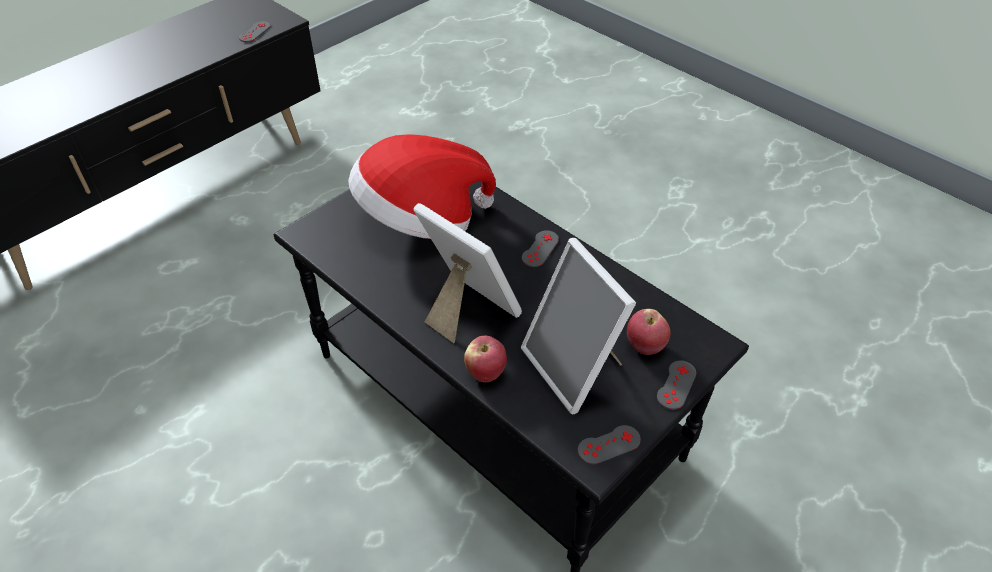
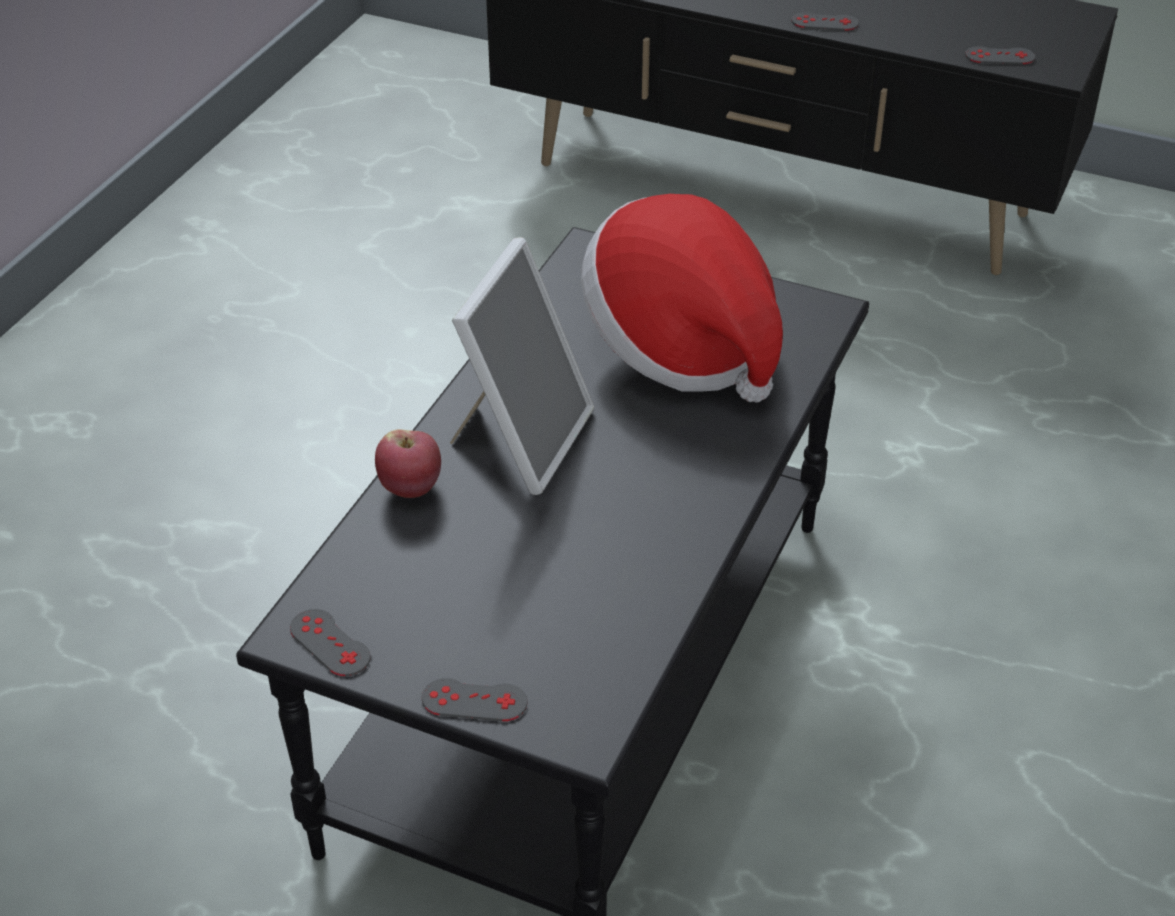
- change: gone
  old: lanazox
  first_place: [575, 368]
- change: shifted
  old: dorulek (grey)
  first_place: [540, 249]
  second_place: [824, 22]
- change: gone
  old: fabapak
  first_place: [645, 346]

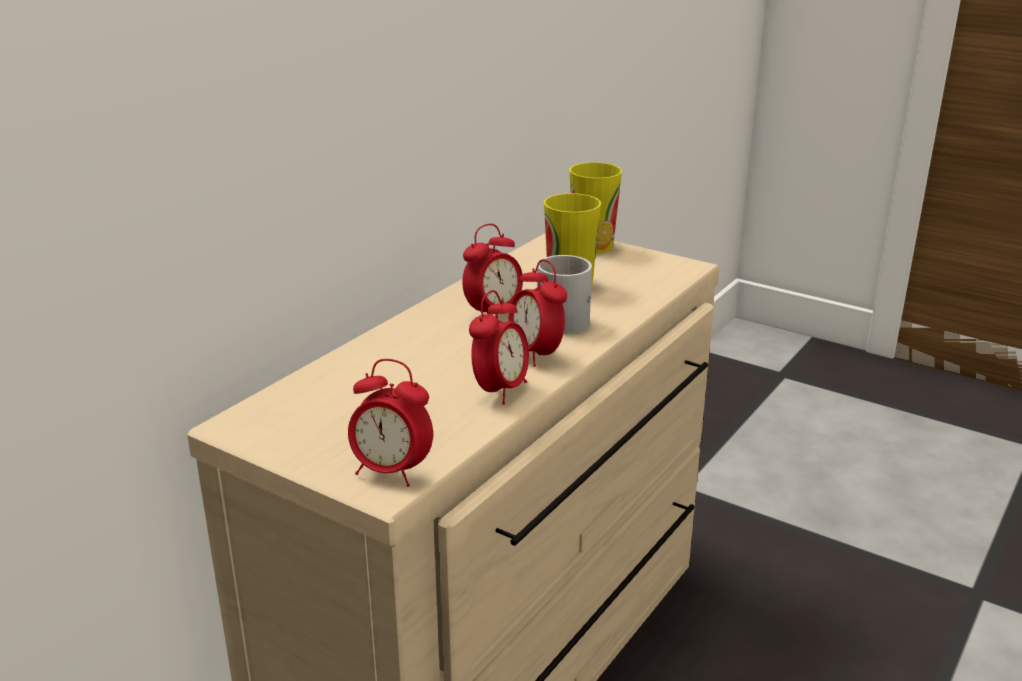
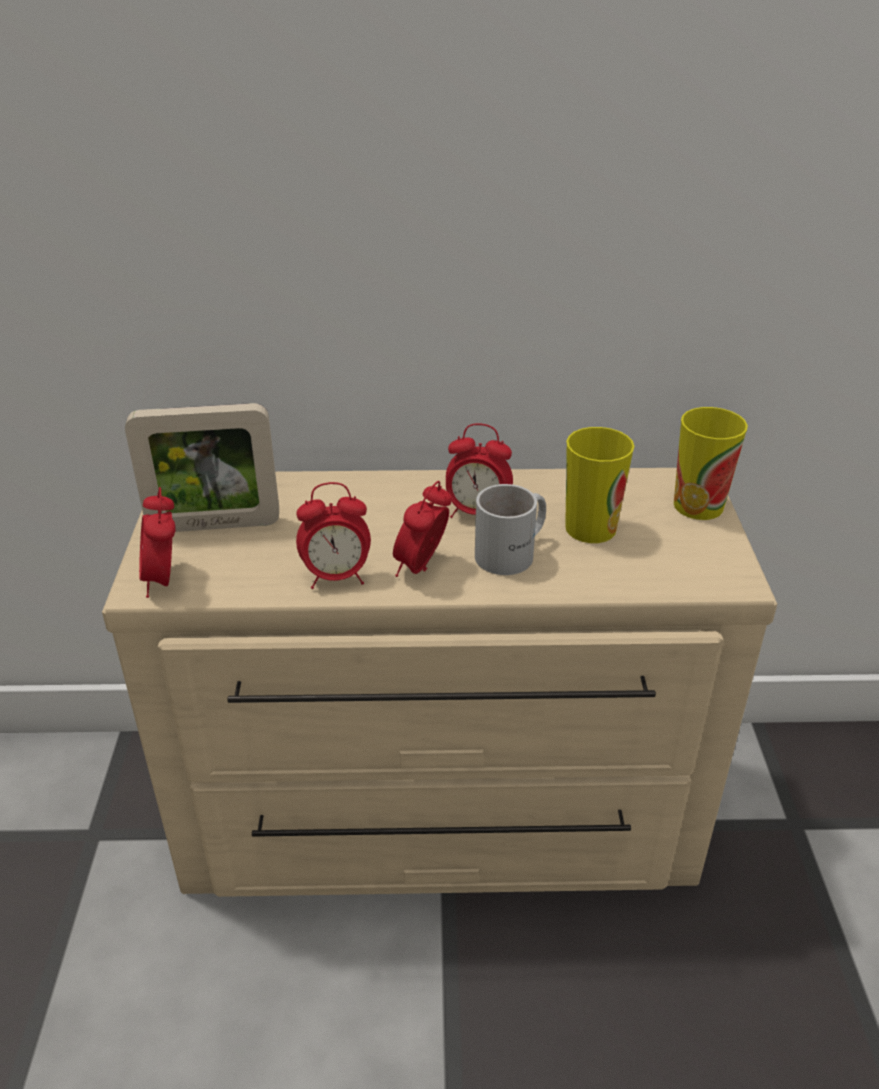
- change: new
  new: lanazox
  second_place: [214, 525]

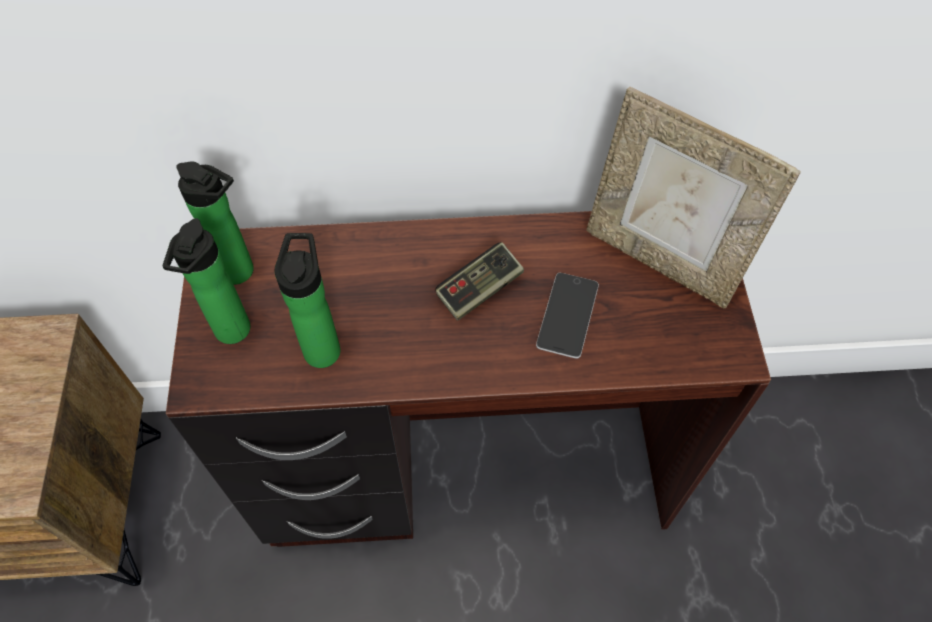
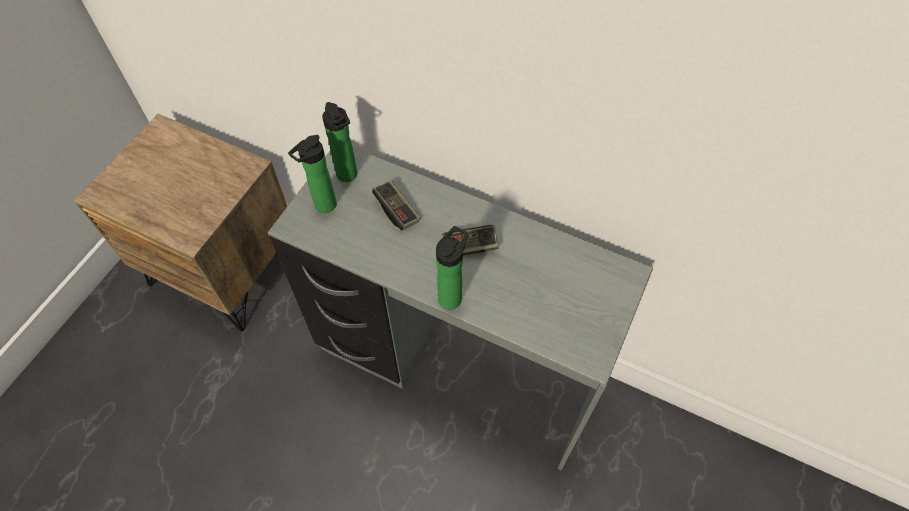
- change: repainted
  old: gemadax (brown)
  new: gemadax (grey)
  first_place: [467, 475]
  second_place: [456, 369]
- change: shifted
  old: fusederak
  first_place: [322, 346]
  second_place: [452, 296]
- change: gone
  old: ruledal
  first_place: [567, 315]
- change: gone
  old: lanazox
  first_place: [661, 260]
- change: new
  new: dorulek
  second_place: [397, 210]

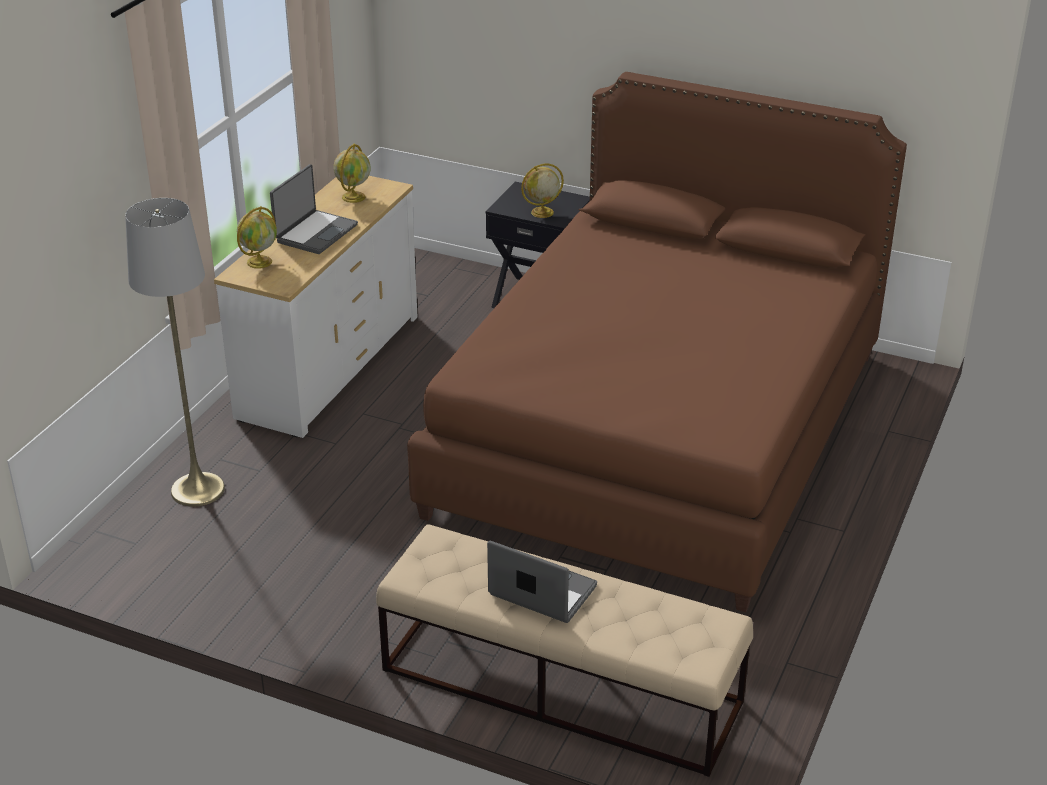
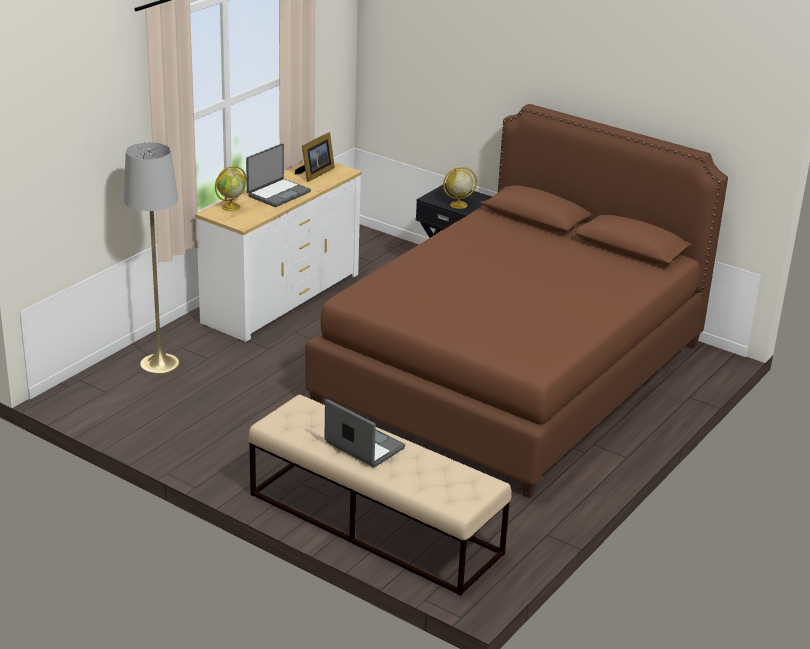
- change: swapped
  old: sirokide
  new: lanazox
  first_place: [353, 197]
  second_place: [315, 174]

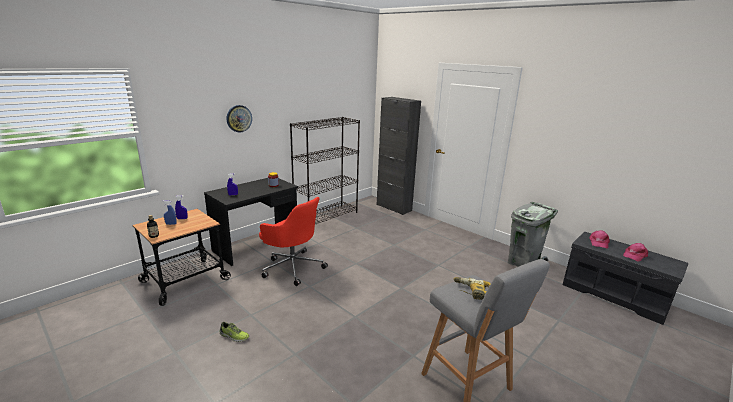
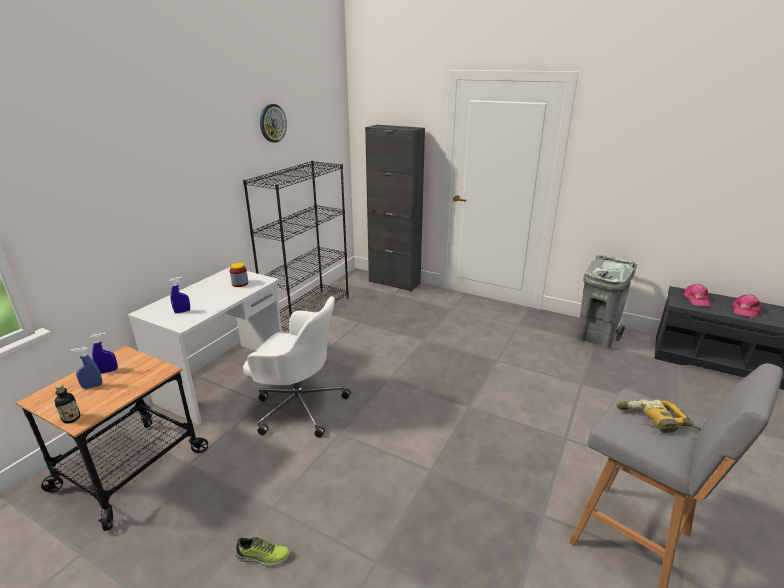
- change: repainted
  old: gemadax (black)
  new: gemadax (white)
  first_place: [256, 246]
  second_place: [224, 380]
- change: shifted
  old: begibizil
  first_place: [239, 118]
  second_place: [272, 123]
- change: repainted
  old: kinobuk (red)
  new: kinobuk (white)
  first_place: [292, 267]
  second_place: [298, 406]

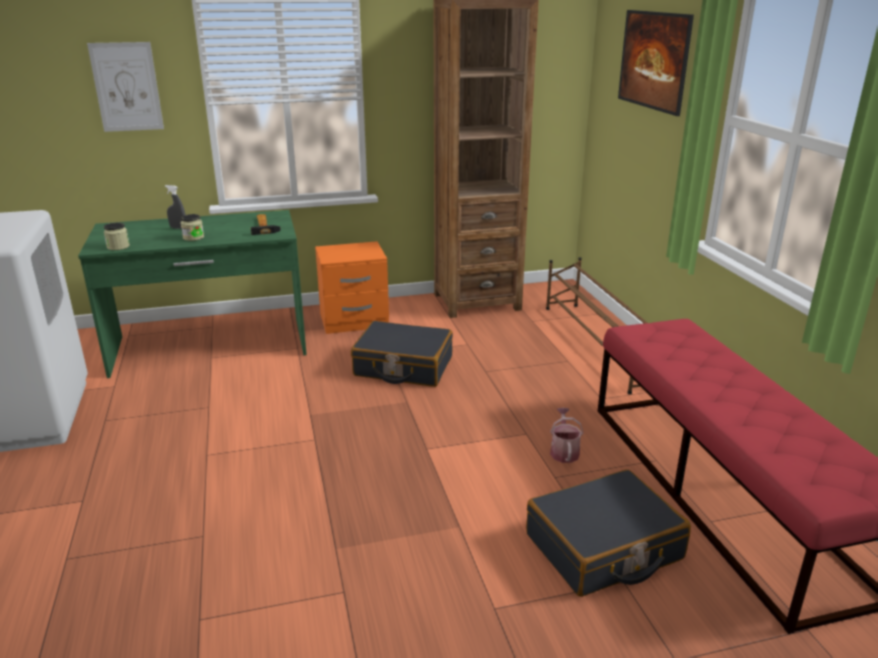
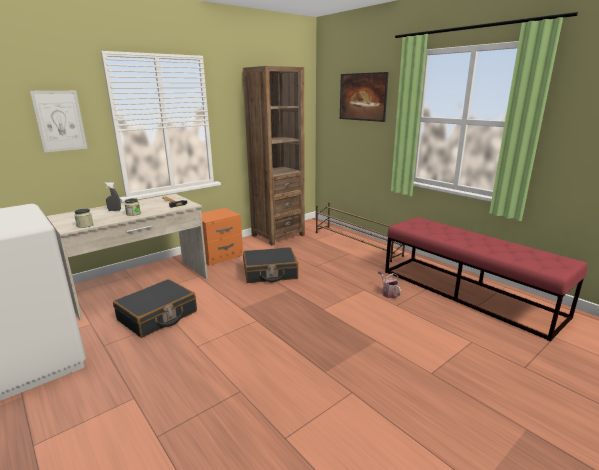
- change: repainted
  old: gemadax (green)
  new: gemadax (beige)
  first_place: [210, 346]
  second_place: [140, 287]
- change: shifted
  old: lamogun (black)
  first_place: [604, 548]
  second_place: [158, 316]

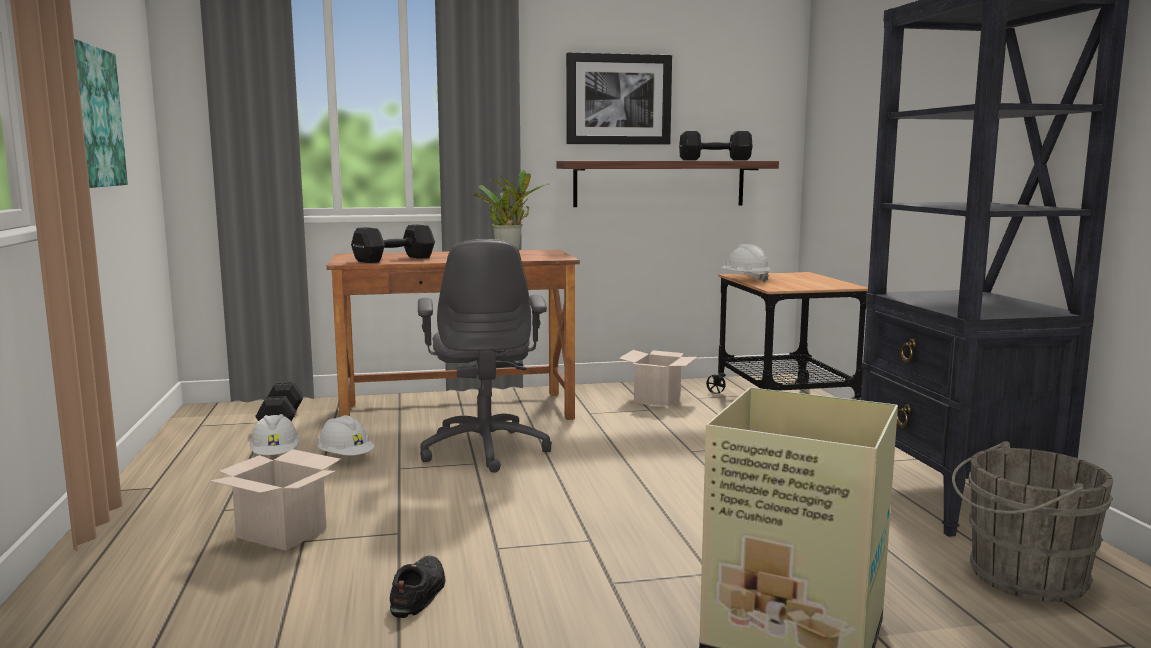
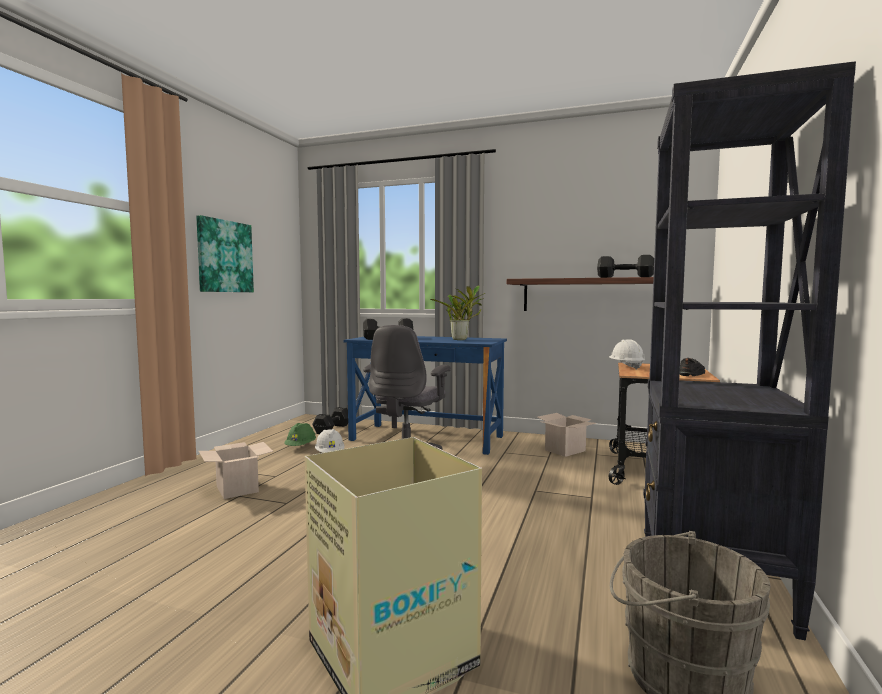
- change: repainted
  old: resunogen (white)
  new: resunogen (green)
  first_place: [275, 455]
  second_place: [301, 447]
- change: repainted
  old: gemadax (brown)
  new: gemadax (blue)
  first_place: [457, 411]
  second_place: [427, 438]
- change: shifted
  old: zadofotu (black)
  first_place: [418, 592]
  second_place: [691, 373]
- change: gone
  old: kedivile
  first_place: [618, 99]

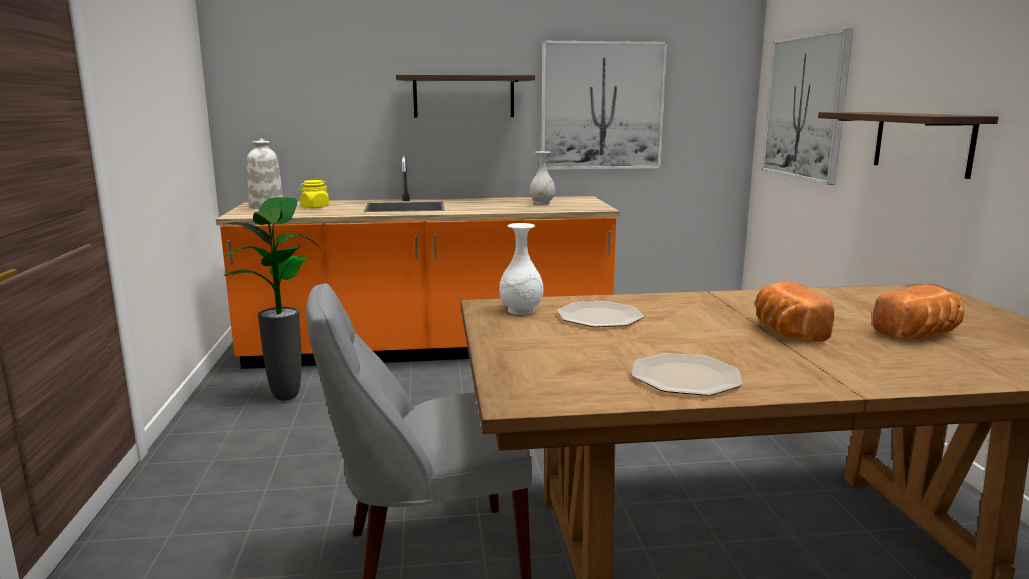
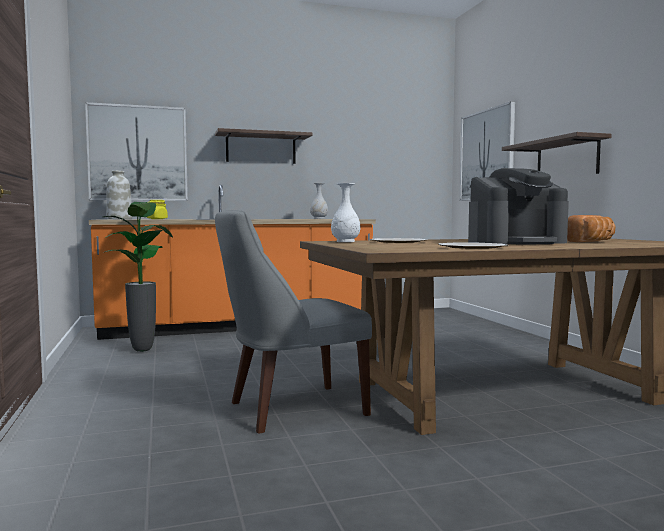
- change: shifted
  old: kedivile
  first_place: [602, 106]
  second_place: [138, 153]
- change: swapped
  old: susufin
  new: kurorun
  first_place: [786, 331]
  second_place: [516, 242]

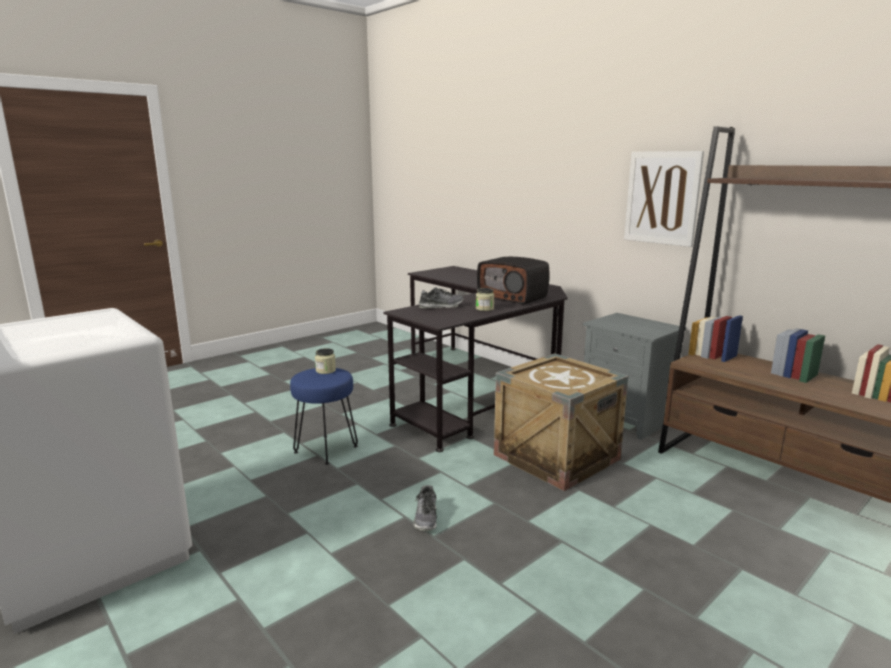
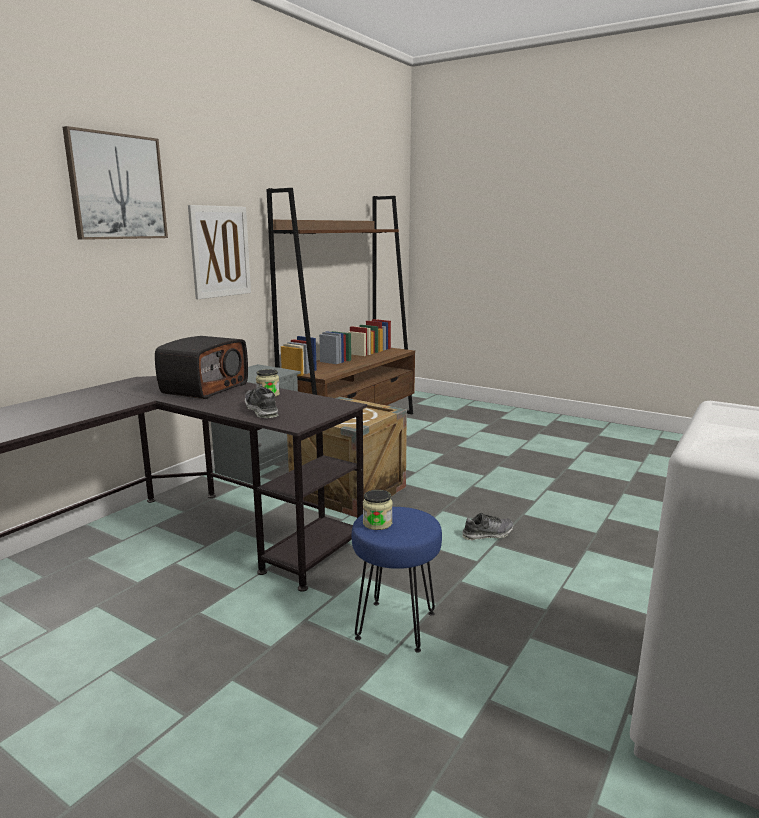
- change: new
  new: kedivile
  second_place: [117, 187]

